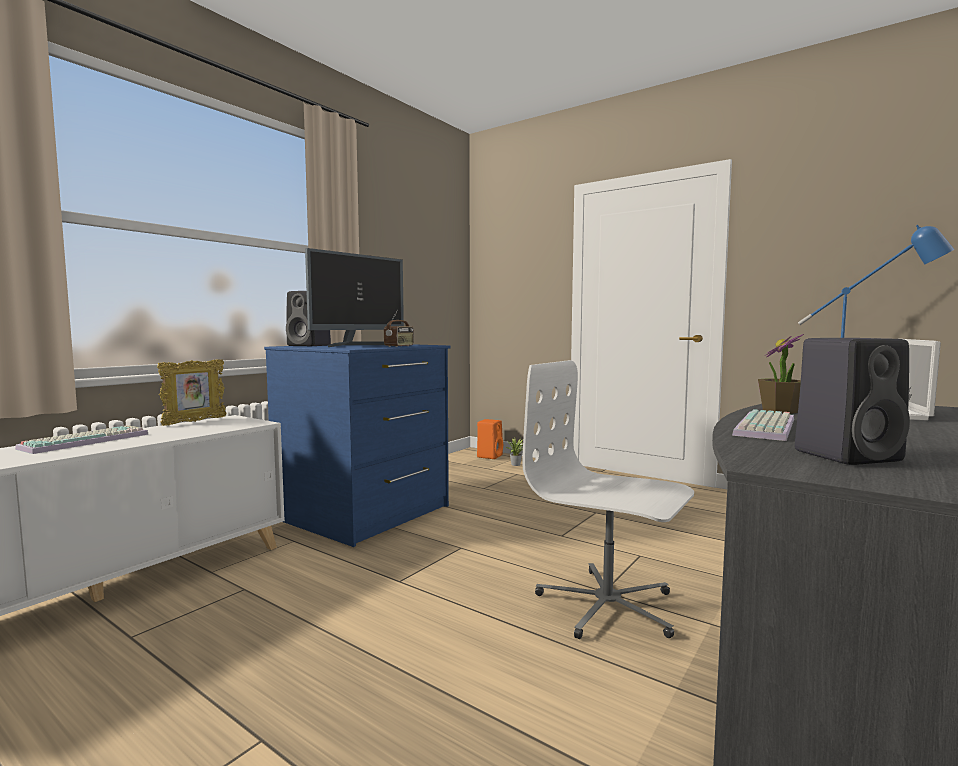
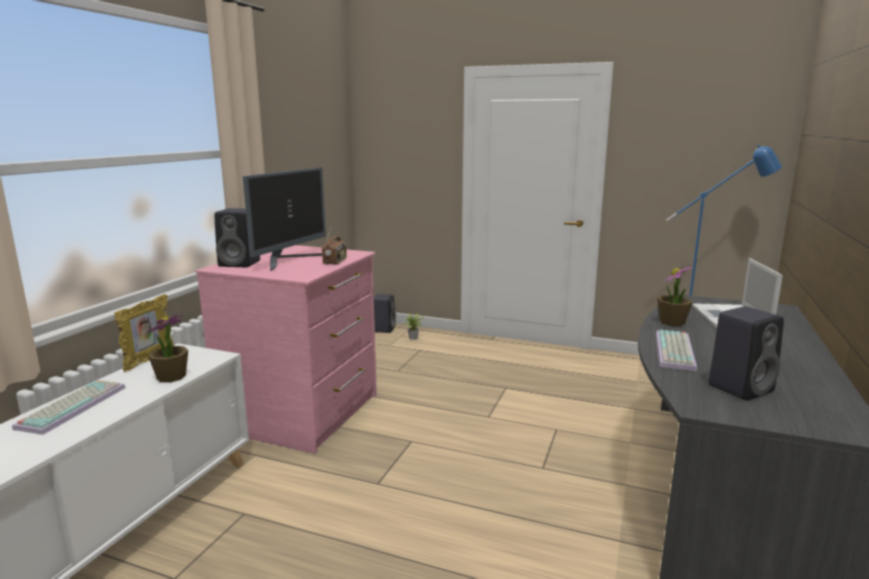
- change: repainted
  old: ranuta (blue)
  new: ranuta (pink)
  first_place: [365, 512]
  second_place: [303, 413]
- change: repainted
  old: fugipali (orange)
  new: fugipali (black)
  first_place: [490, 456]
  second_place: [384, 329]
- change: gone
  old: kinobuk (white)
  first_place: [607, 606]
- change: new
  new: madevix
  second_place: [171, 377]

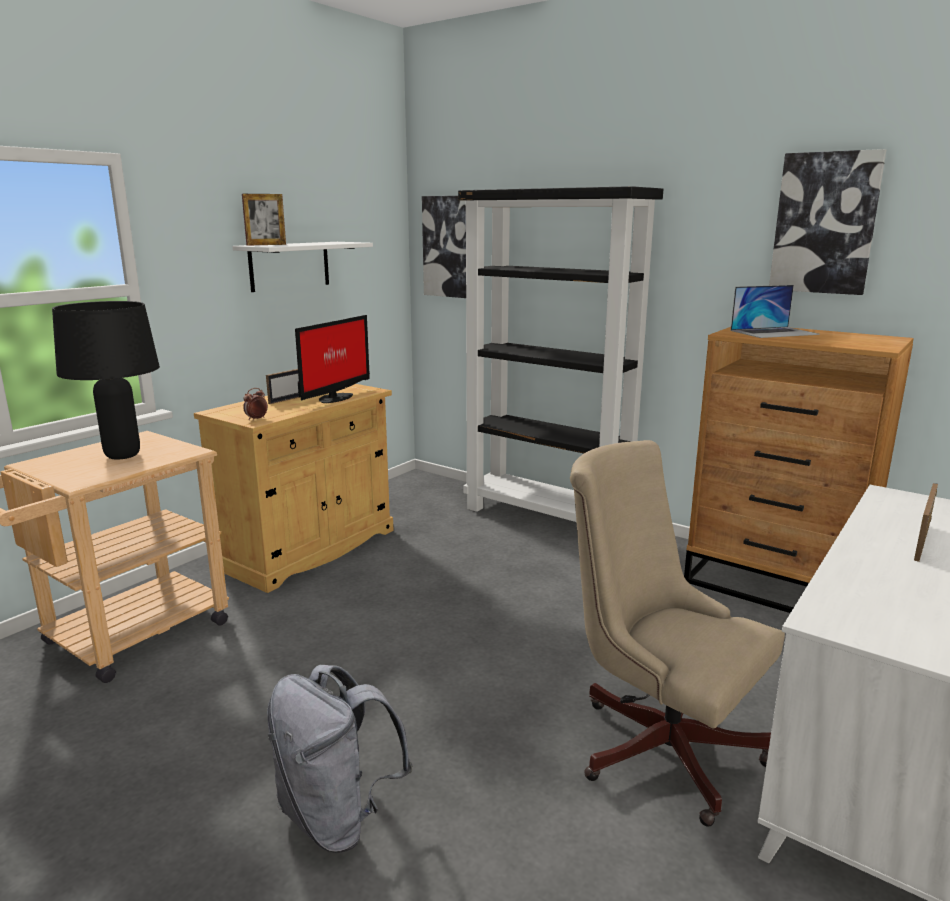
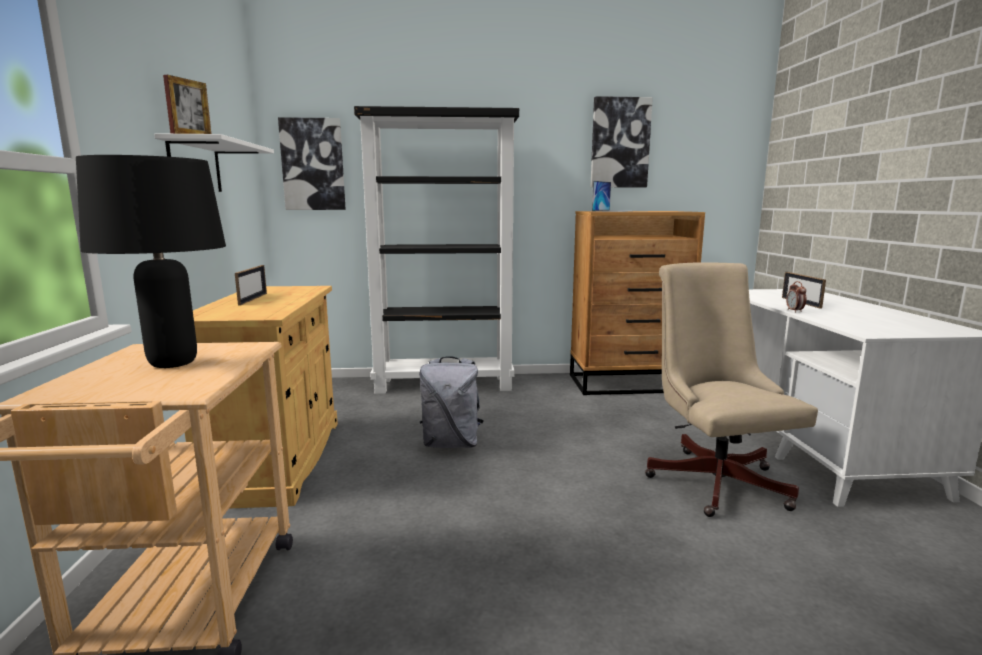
- change: shifted
  old: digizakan
  first_place: [256, 419]
  second_place: [794, 311]
- change: shifted
  old: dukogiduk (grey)
  first_place: [337, 817]
  second_place: [451, 443]
- change: gone
  old: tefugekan
  first_place: [333, 398]
- change: rotated
  old: kinobuk (beige)
  first_place: [657, 743]
  second_place: [713, 478]
  degrees: 75

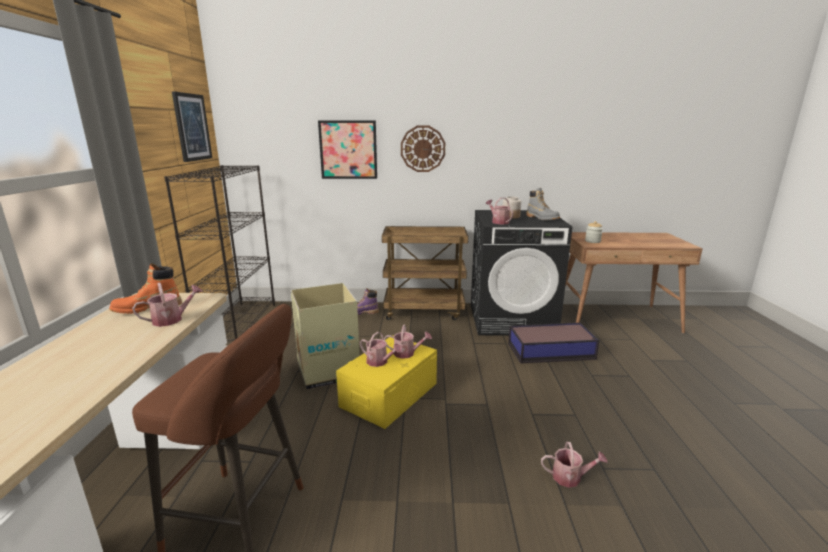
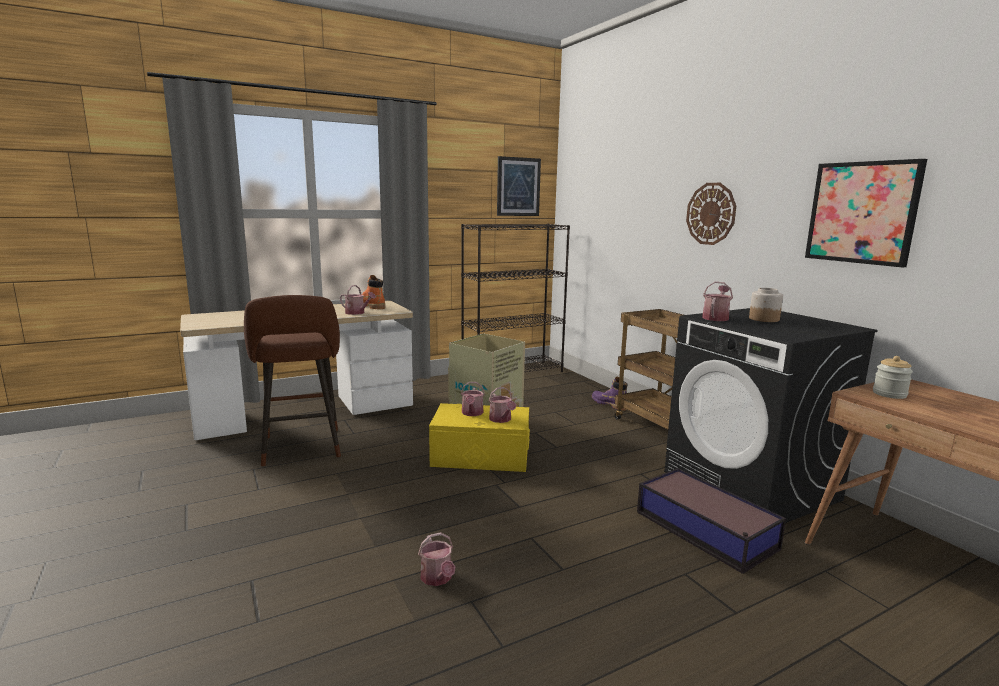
- change: shifted
  old: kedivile
  first_place: [348, 150]
  second_place: [862, 212]
- change: gone
  old: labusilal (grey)
  first_place: [542, 218]

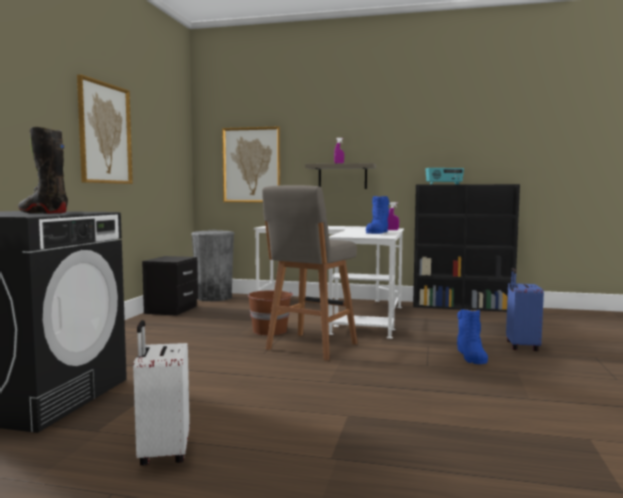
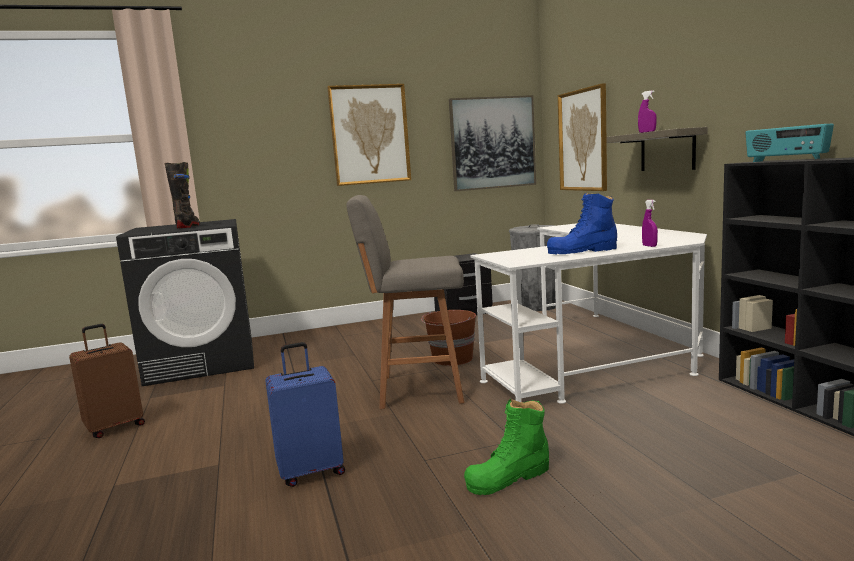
- change: repainted
  old: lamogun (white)
  new: lamogun (brown)
  first_place: [162, 453]
  second_place: [115, 427]
- change: repainted
  old: labusilal (blue)
  new: labusilal (green)
  first_place: [471, 356]
  second_place: [508, 477]
- change: shifted
  old: lamogun (blue)
  first_place: [521, 346]
  second_place: [311, 471]
- change: new
  new: kedivile
  second_place: [493, 143]

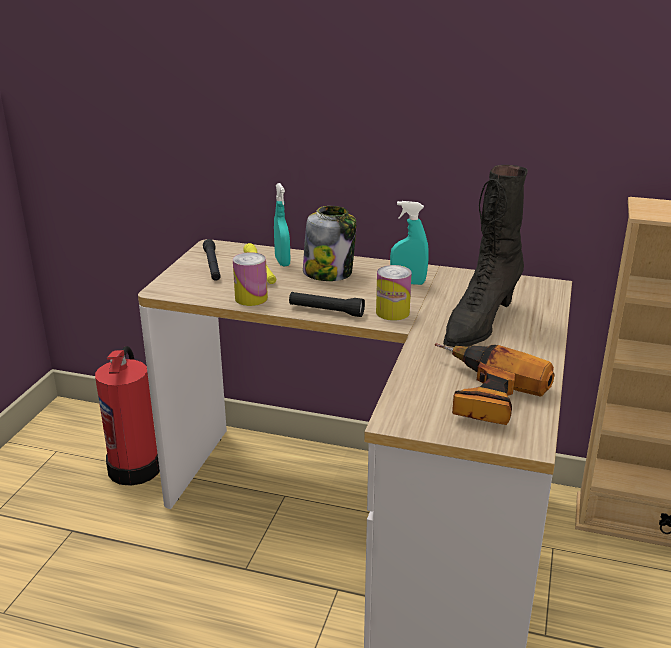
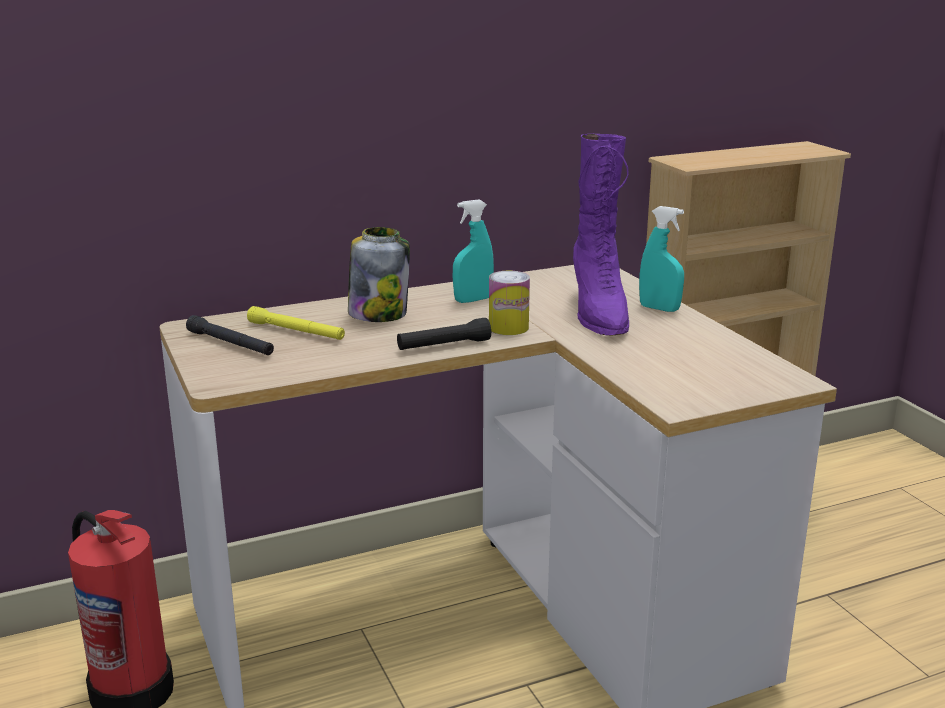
- change: gone
  old: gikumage
  first_place: [251, 298]
- change: shifted
  old: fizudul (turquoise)
  first_place: [282, 262]
  second_place: [659, 308]
- change: gone
  old: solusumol
  first_place: [482, 395]
- change: repainted
  old: labusilal (black)
  new: labusilal (purple)
  first_place: [479, 324]
  second_place: [598, 313]

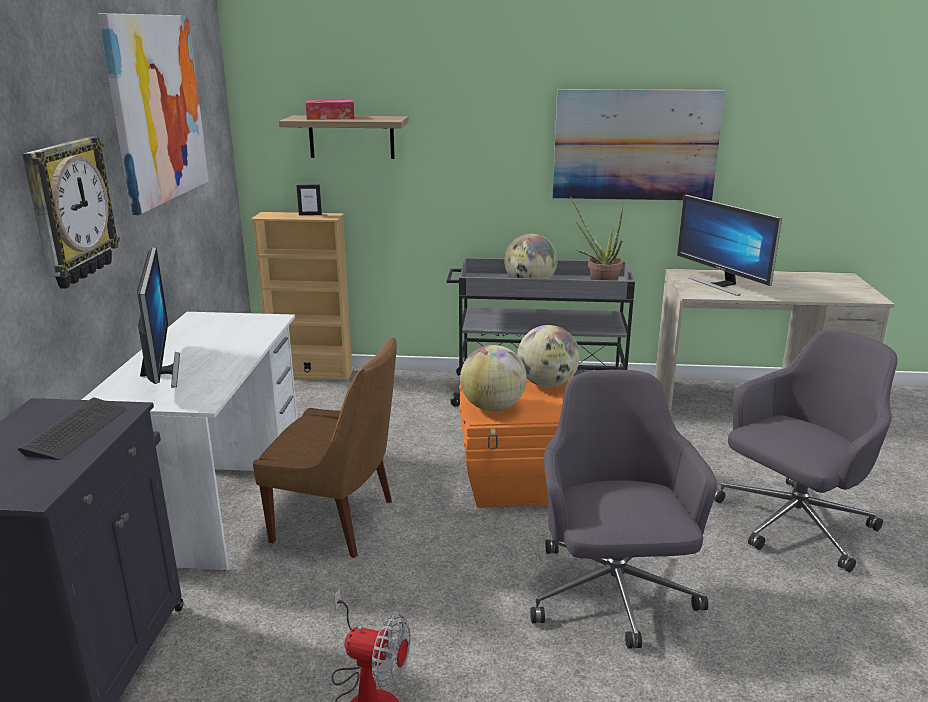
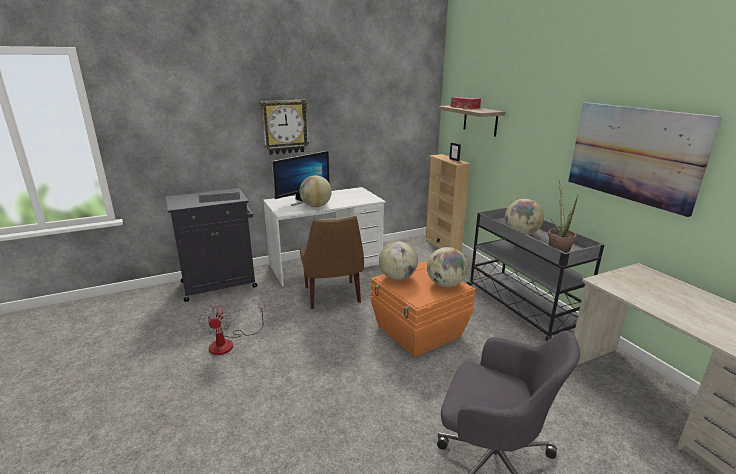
- change: gone
  old: kedivile
  first_place: [157, 109]
- change: gone
  old: kinobuk (grey)
  first_place: [612, 595]
- change: gone
  old: tefugekan
  first_place: [721, 285]
- change: new
  new: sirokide
  second_place: [316, 206]

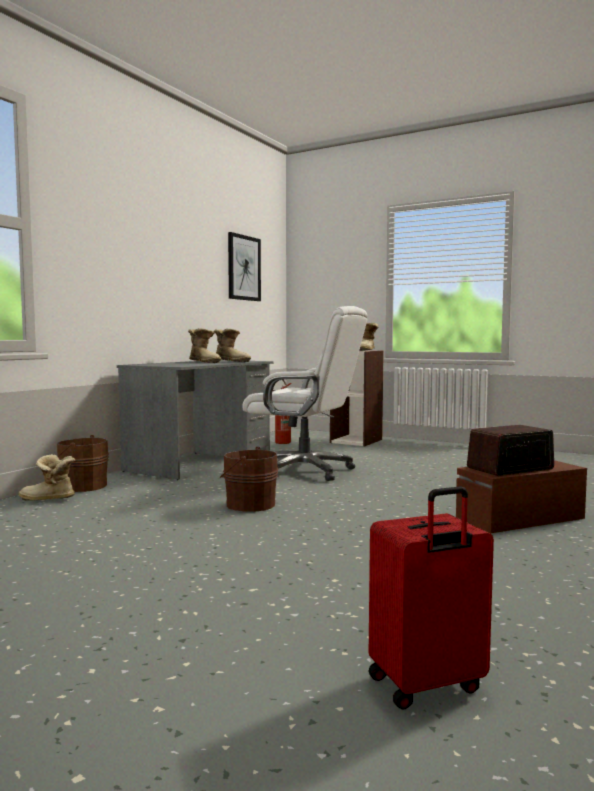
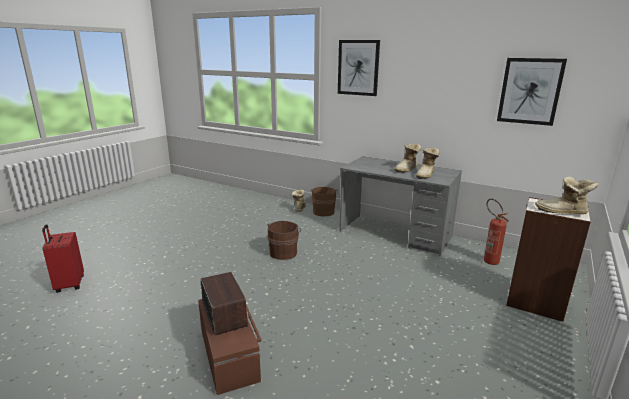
- change: gone
  old: kinobuk (white)
  first_place: [305, 471]
- change: new
  new: kedivile
  second_place: [358, 67]

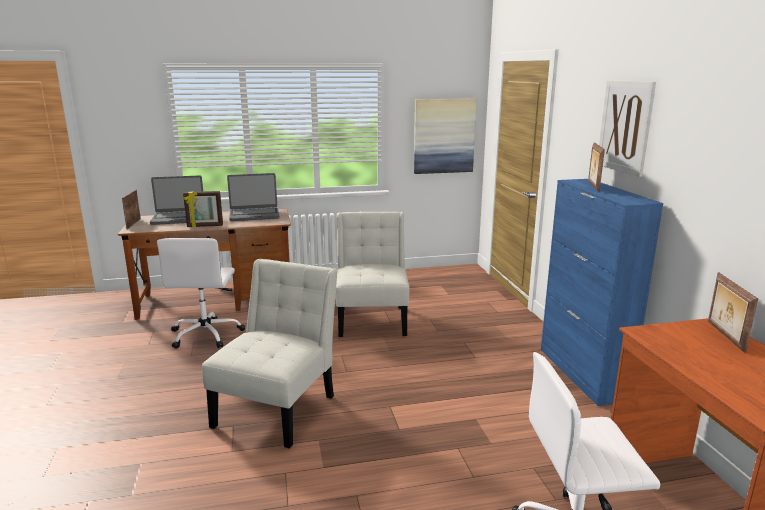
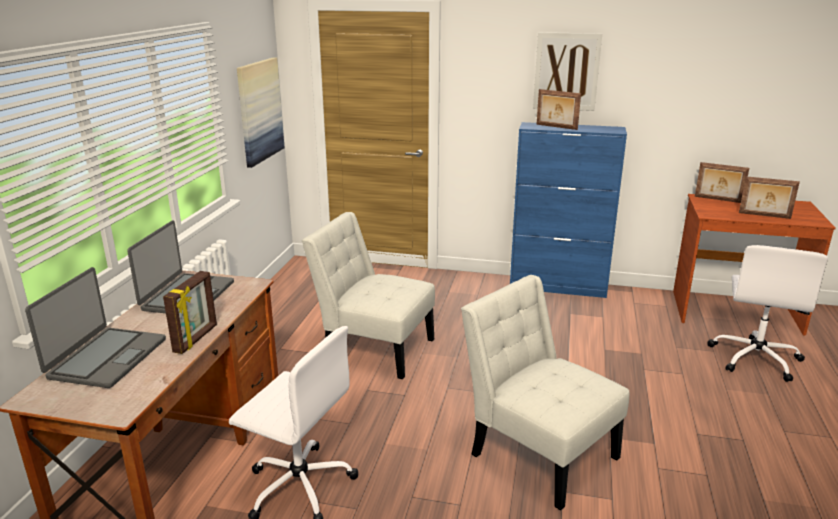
- change: shifted
  old: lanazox
  first_place: [133, 223]
  second_place: [764, 216]

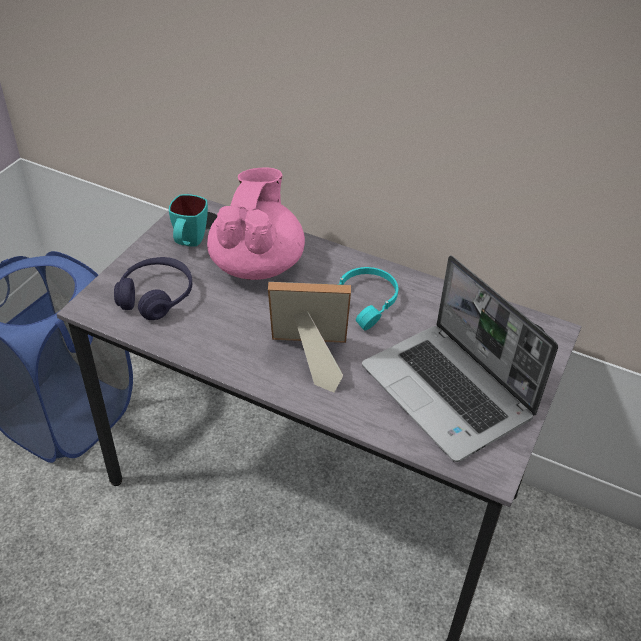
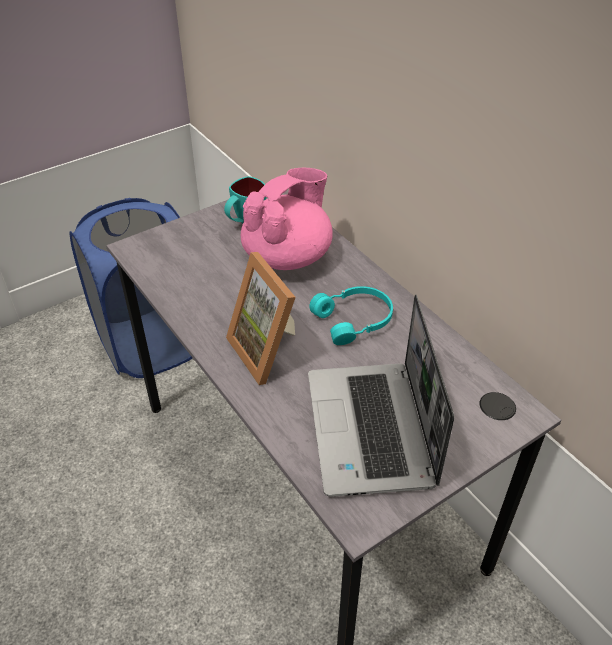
- change: gone
  old: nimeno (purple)
  first_place: [156, 297]
- change: rotated
  old: lanazox
  first_place: [308, 358]
  second_place: [269, 351]
  degrees: -150

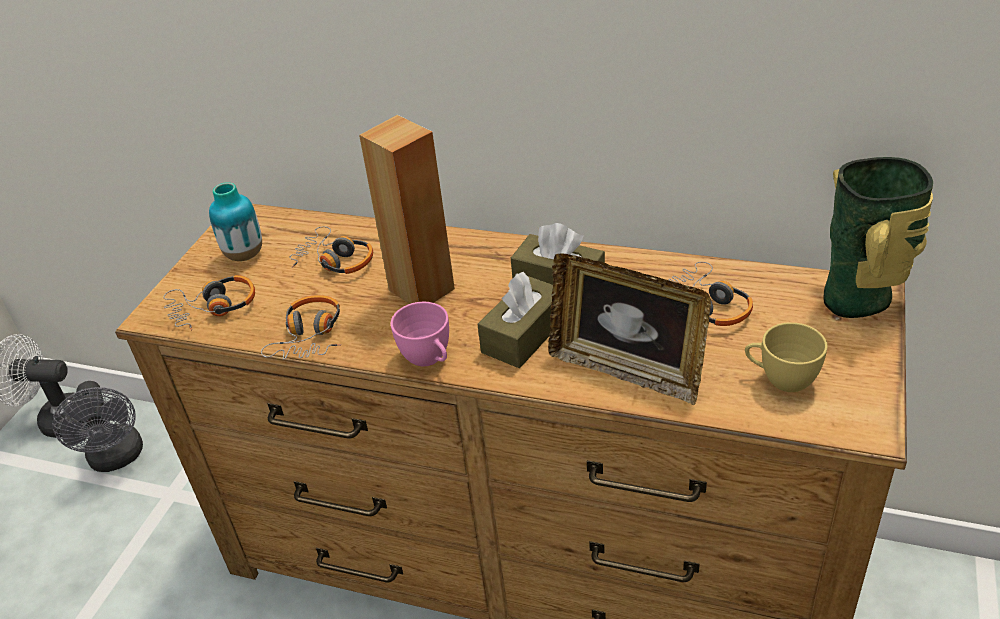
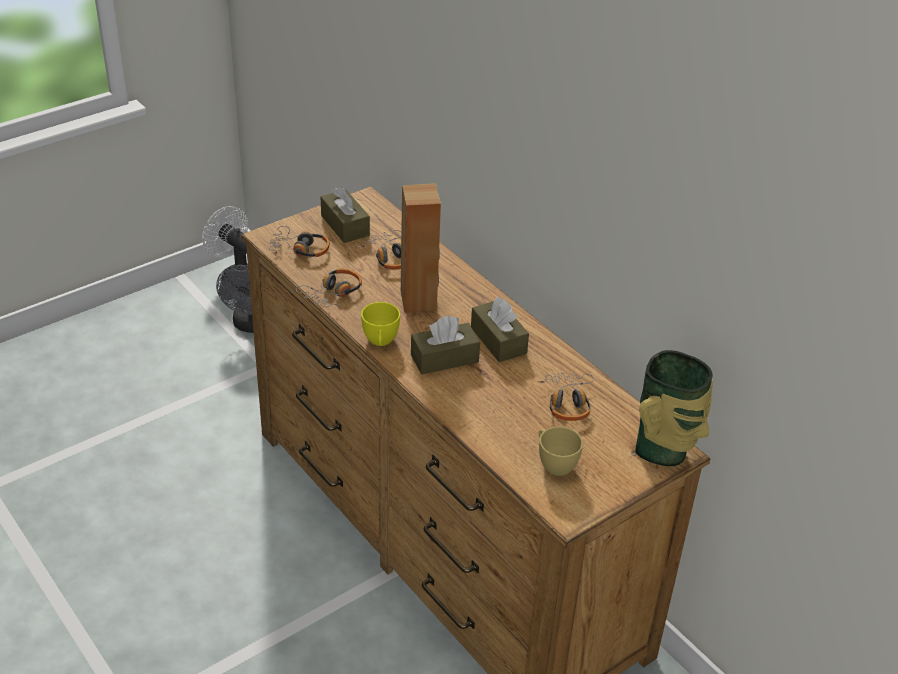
- change: swapped
  old: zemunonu
  new: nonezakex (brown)
  first_place: [244, 255]
  second_place: [345, 225]
- change: repainted
  old: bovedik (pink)
  new: bovedik (yellow)
  first_place: [429, 359]
  second_place: [380, 342]
- change: gone
  old: lanazox
  first_place: [626, 370]

